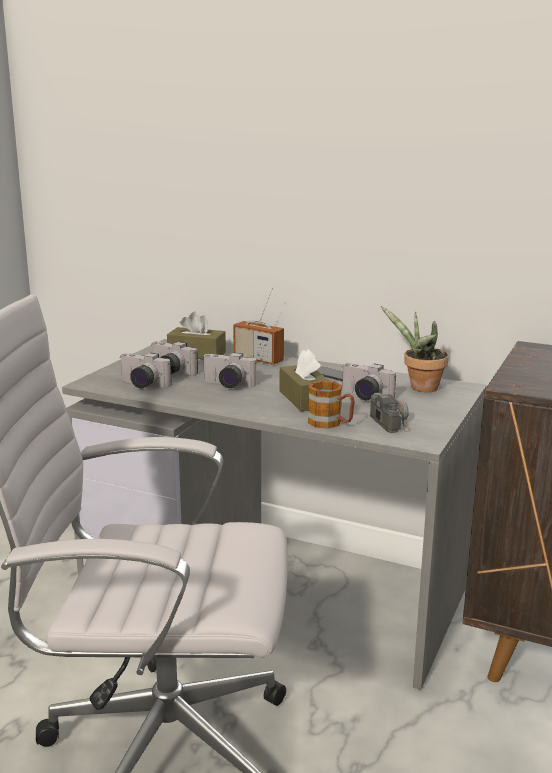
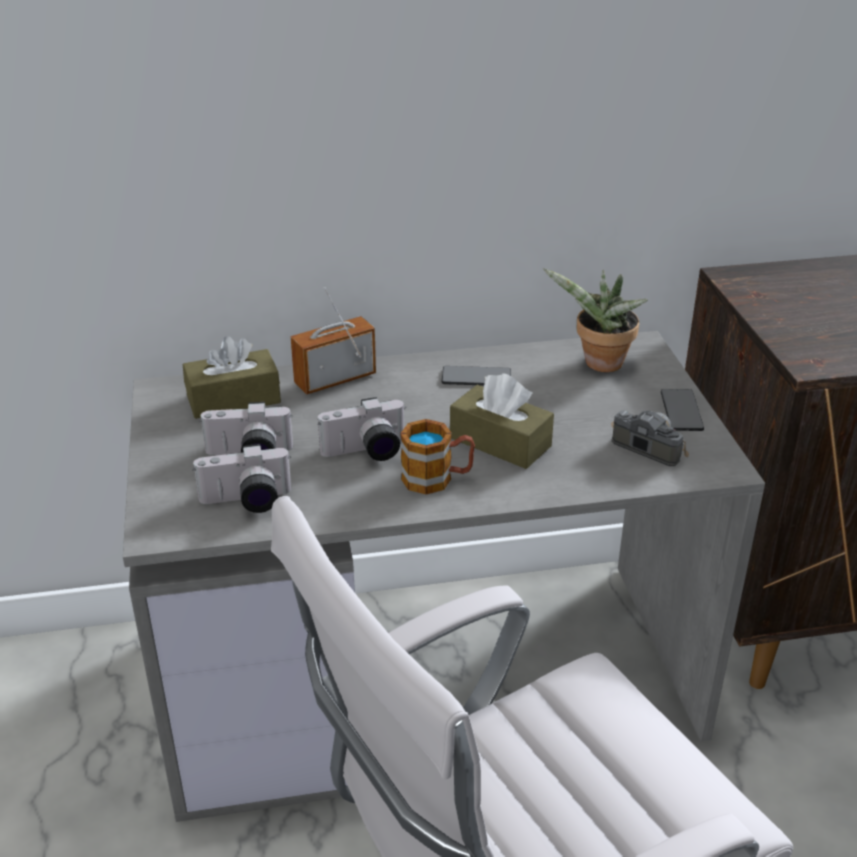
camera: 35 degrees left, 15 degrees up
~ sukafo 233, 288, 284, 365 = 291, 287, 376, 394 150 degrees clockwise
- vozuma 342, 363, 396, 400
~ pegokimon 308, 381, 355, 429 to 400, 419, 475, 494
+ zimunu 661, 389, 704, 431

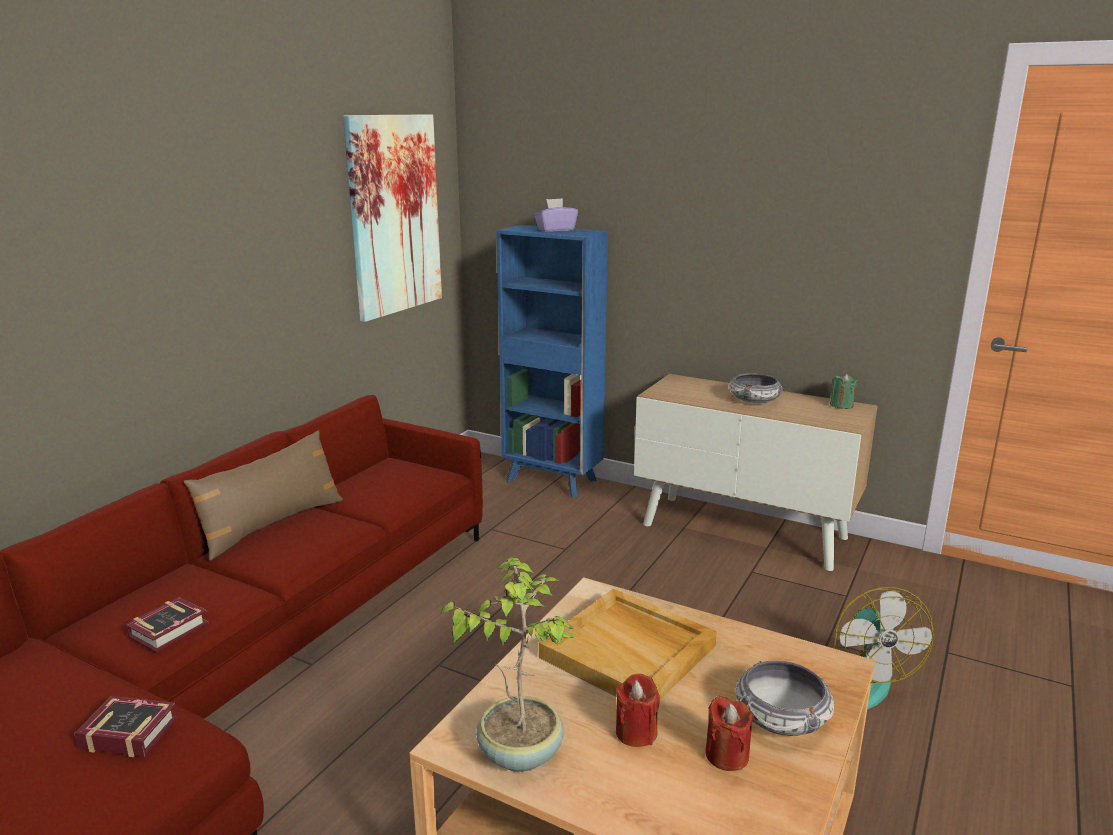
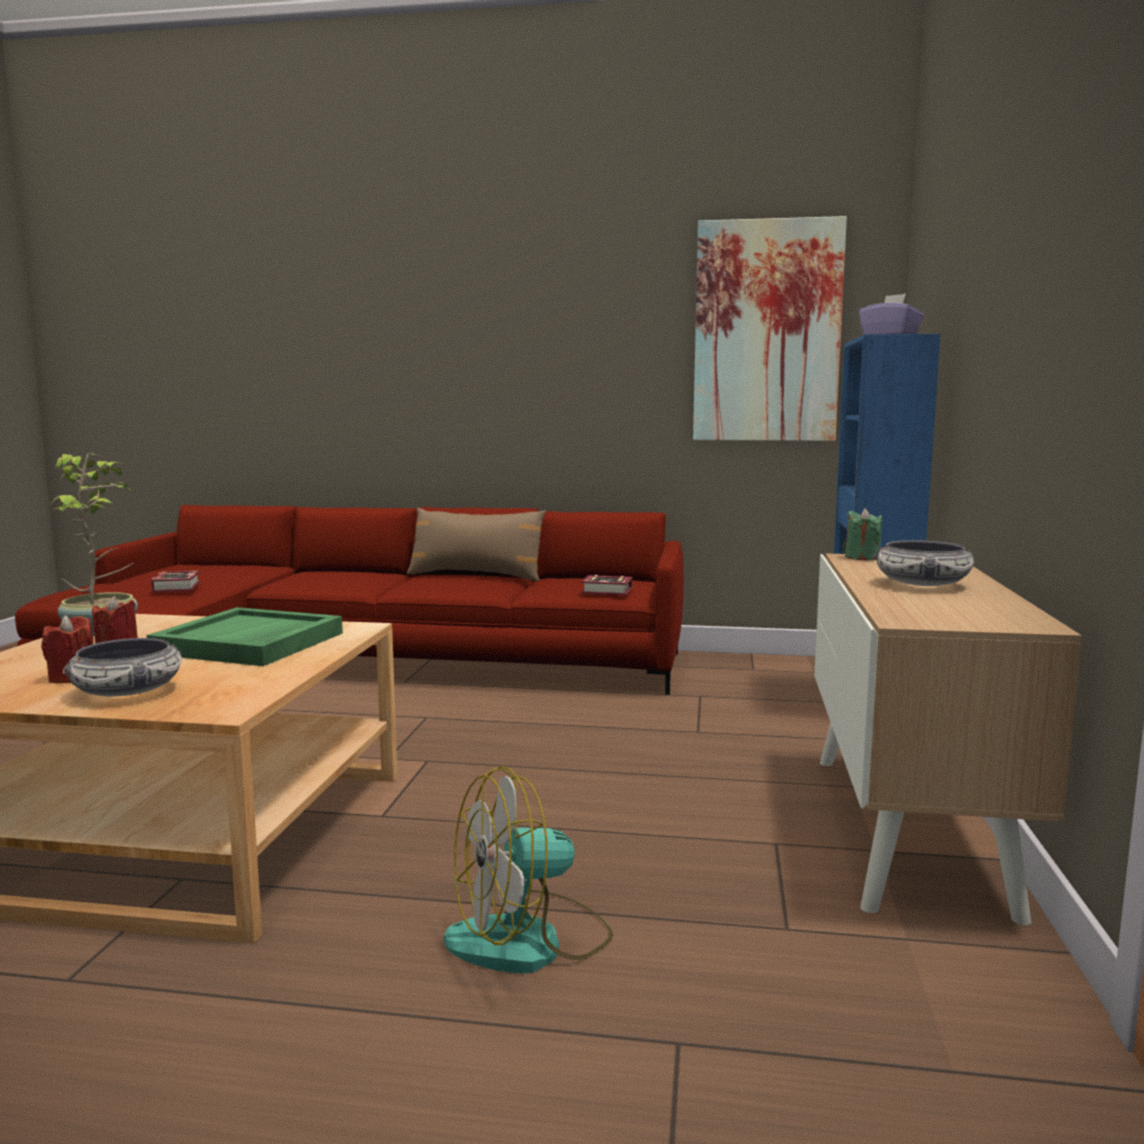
camera: 70 degrees right, 10 degrees down
~ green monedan 830, 374, 857, 409 to 845, 508, 882, 561
~ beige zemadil 539, 589, 717, 699 to green zemadil 146, 607, 343, 666
~ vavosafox 126, 597, 209, 652 to 581, 575, 632, 595

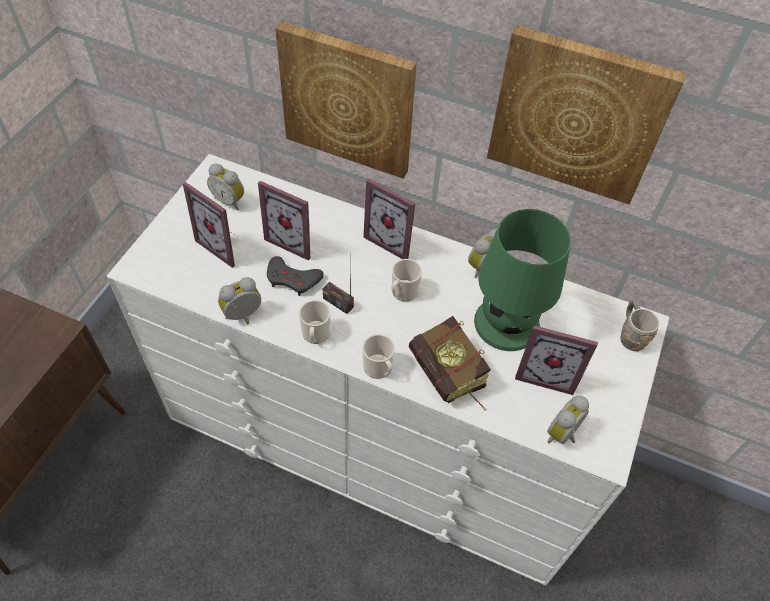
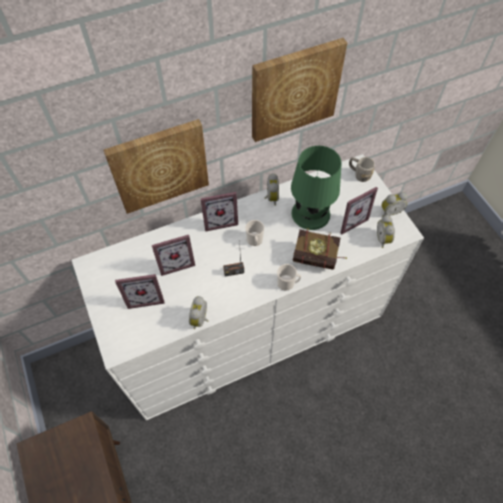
camera: 45 degrees left, 5 degrees up
~ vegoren 207, 164, 244, 211 to 382, 192, 408, 217
- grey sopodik 267, 256, 324, 296
- pegokimon 299, 300, 330, 344

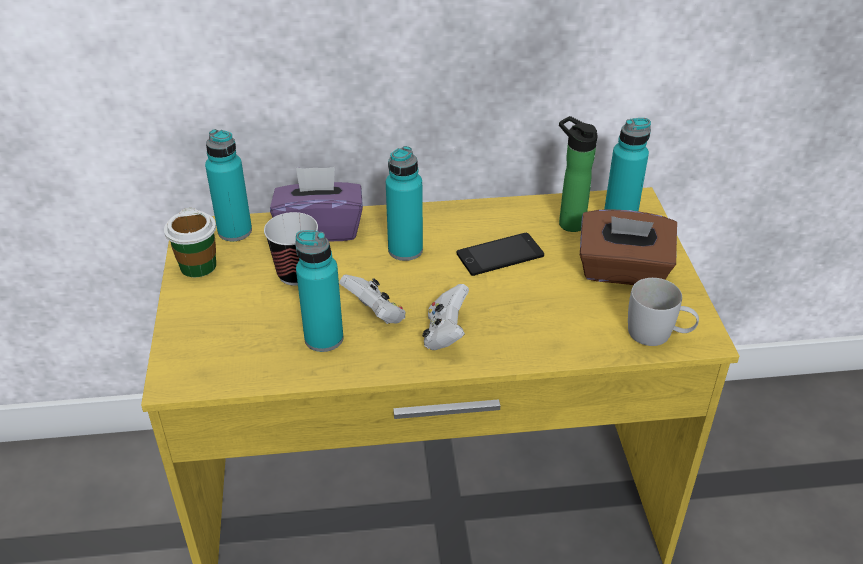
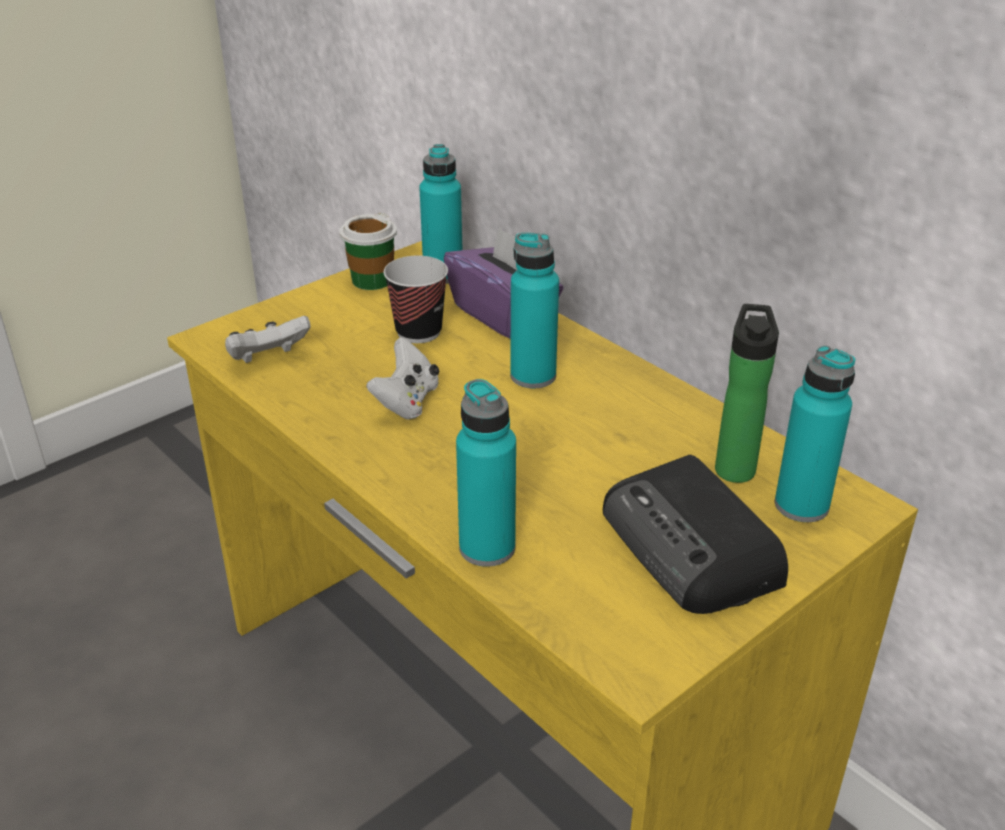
camera: 55 degrees right, 5 degrees down
~ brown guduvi 580, 210, 677, 285 to sukafo 603, 455, 788, 614
~ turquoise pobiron 295, 230, 343, 352 to 456, 379, 516, 567
- zimunu 457, 233, 544, 276
- white pegokimon 628, 278, 699, 346
~ white sopodik 423, 284, 469, 350 to 225, 316, 311, 363

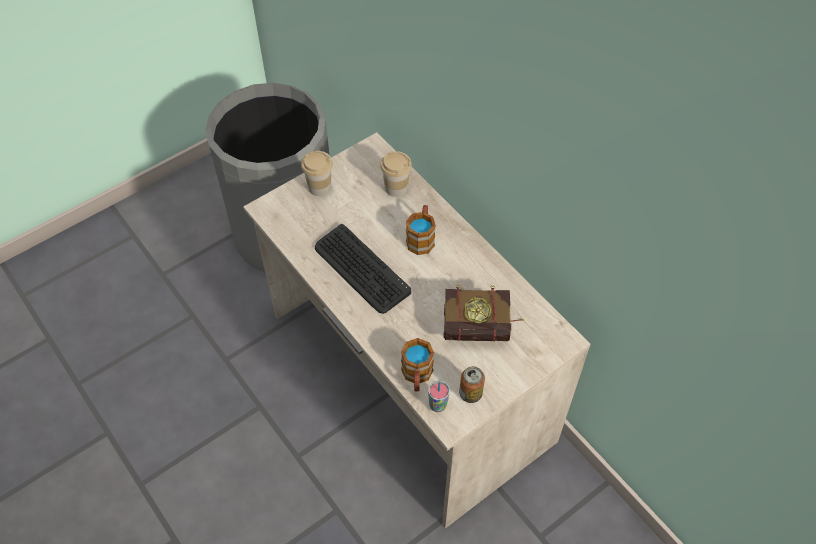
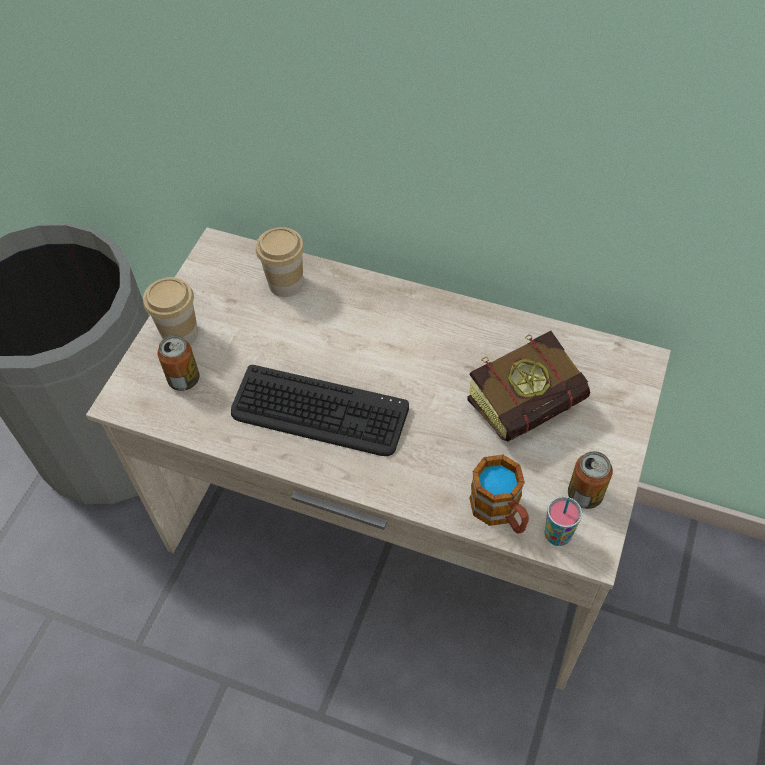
camera: 30 degrees left, 0 degrees up
- pegokimon 406, 205, 436, 255
+ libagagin 157, 335, 200, 391

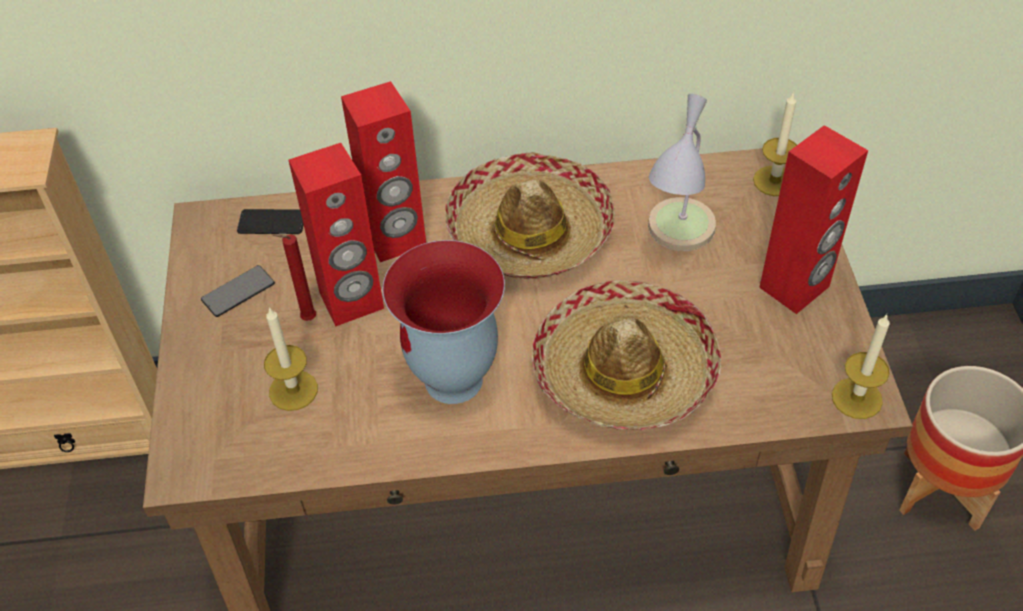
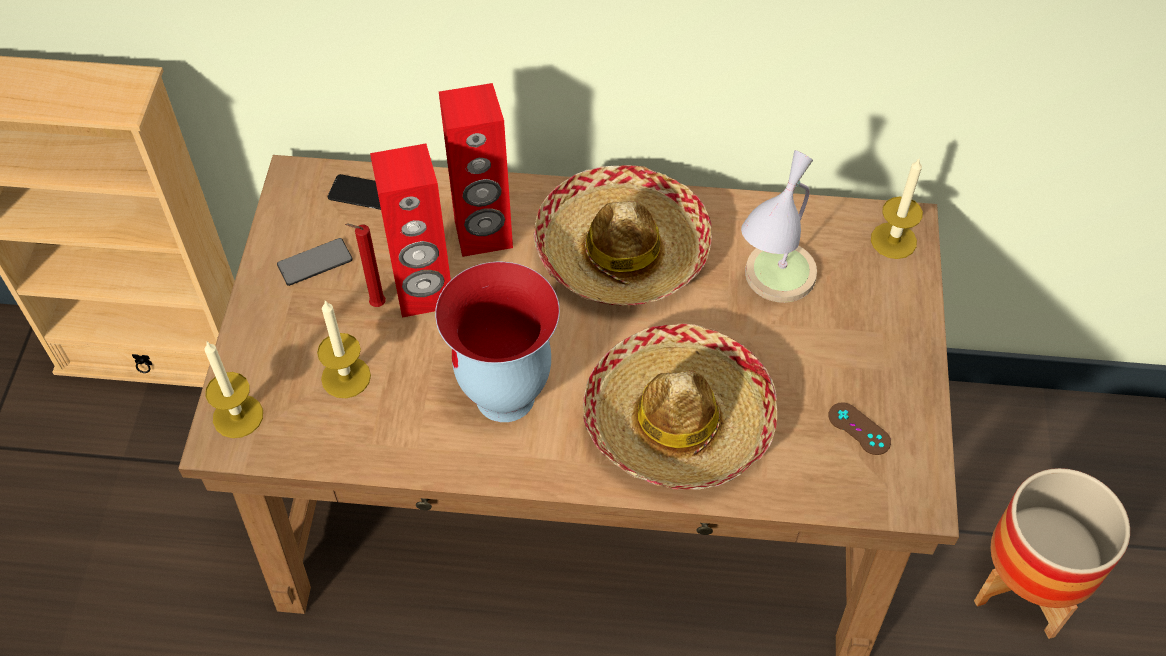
camera: 10 degrees right, 5 degrees up
- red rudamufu 759, 125, 868, 314
~ monedan 832, 314, 890, 419 to 204, 341, 263, 438
+ brown sopodik 828, 402, 891, 455

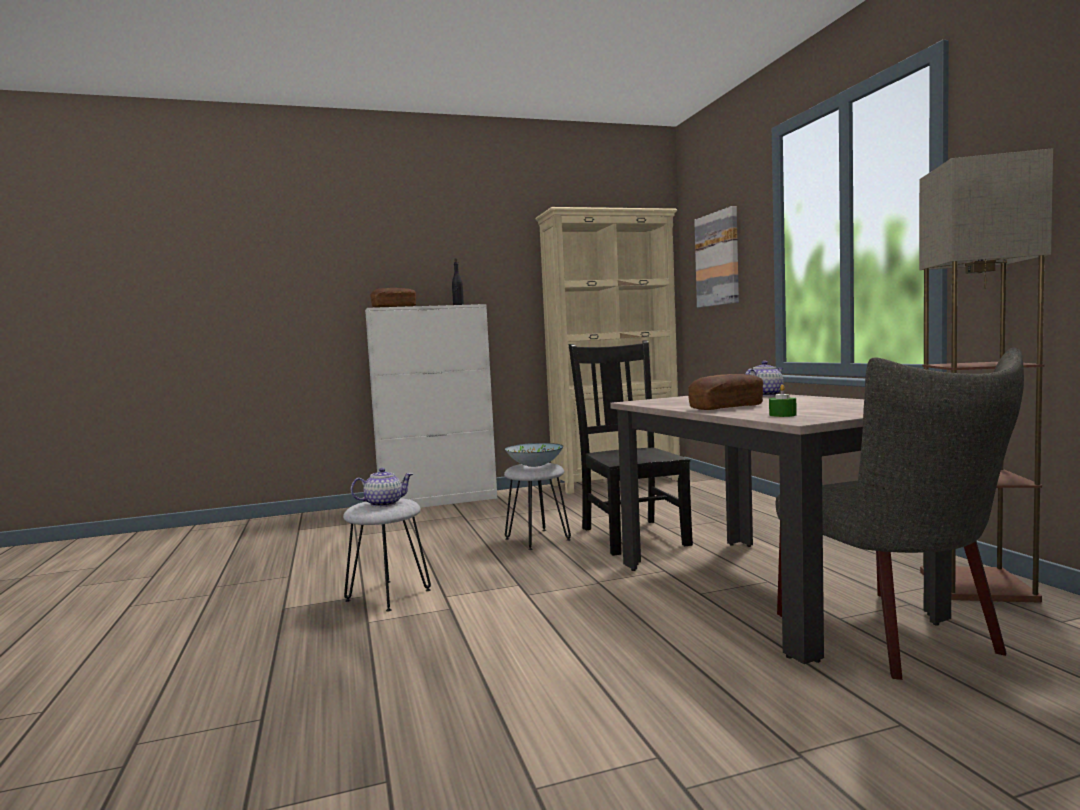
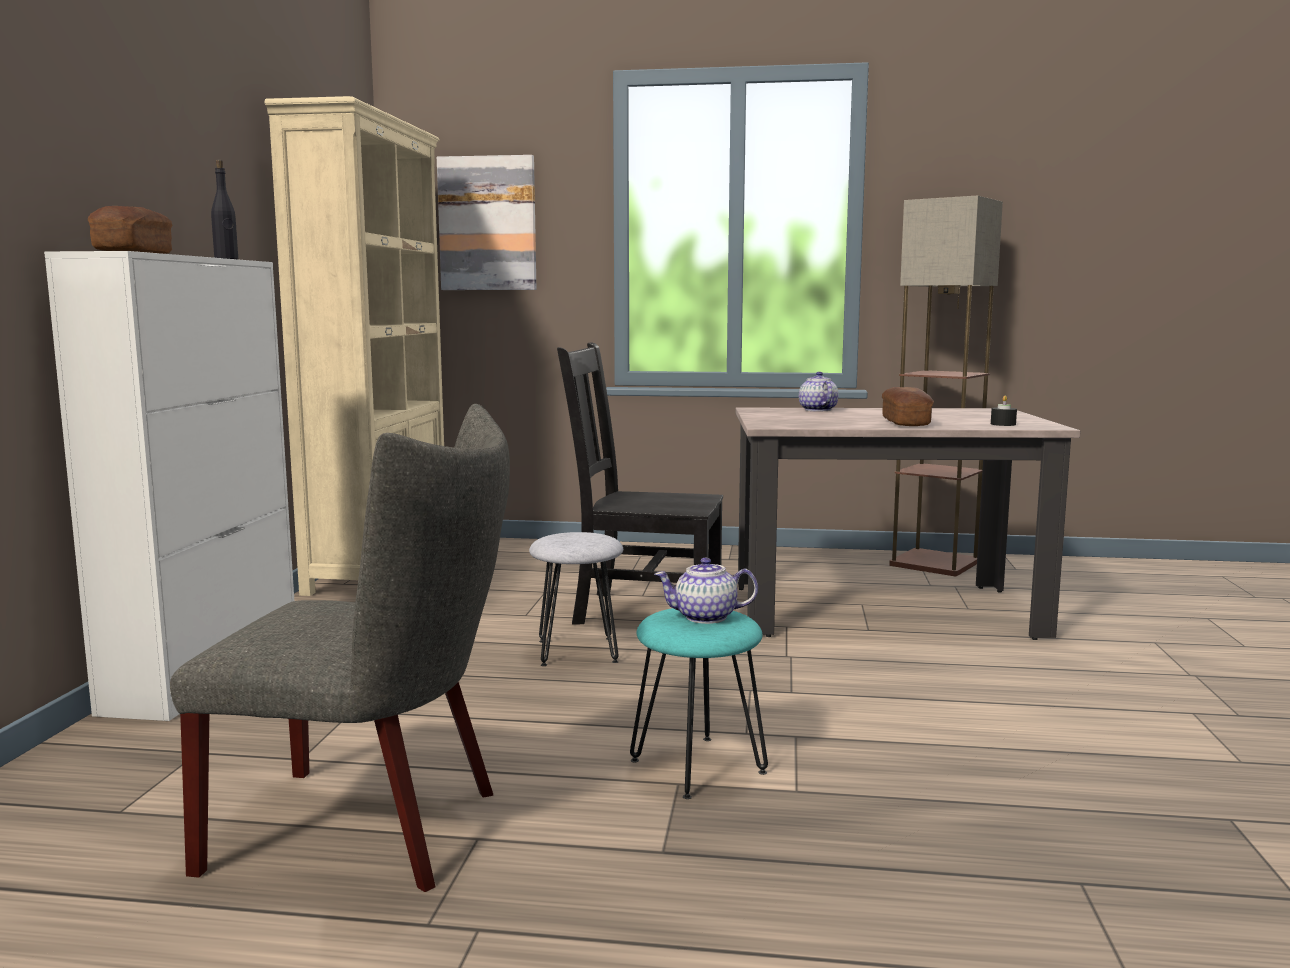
camera: 65 degrees left, 5 degrees up
~ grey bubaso 776, 348, 1024, 680 to 170, 404, 510, 892
~ green monedan 769, 385, 797, 417 to black monedan 991, 396, 1017, 426
- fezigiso 505, 443, 564, 467
~ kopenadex 351, 468, 413, 507 = 654, 558, 758, 624 90 degrees counterclockwise
~ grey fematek 343, 498, 431, 611 to turquoise fematek 630, 608, 768, 799

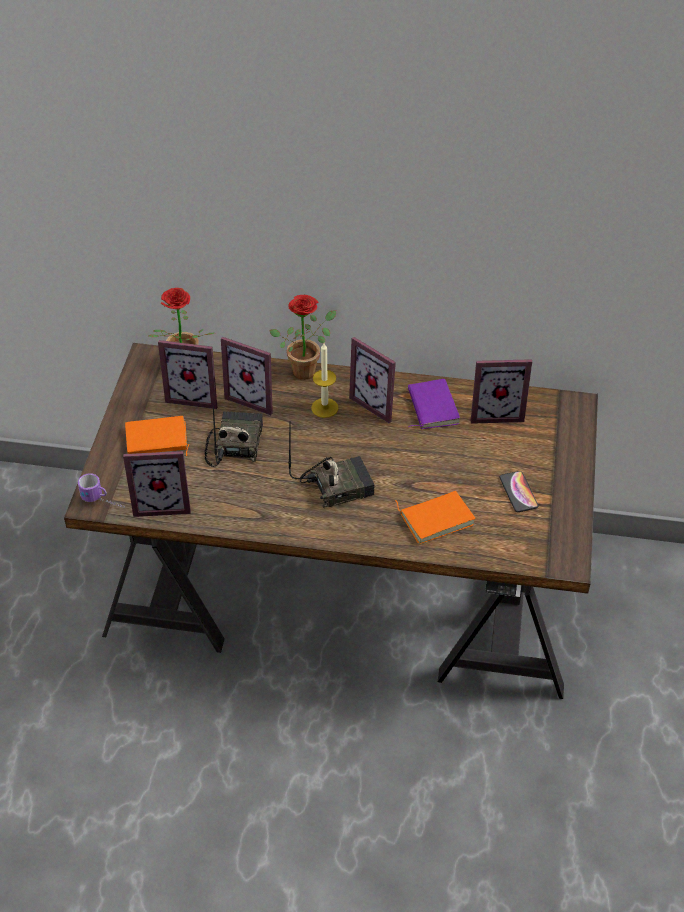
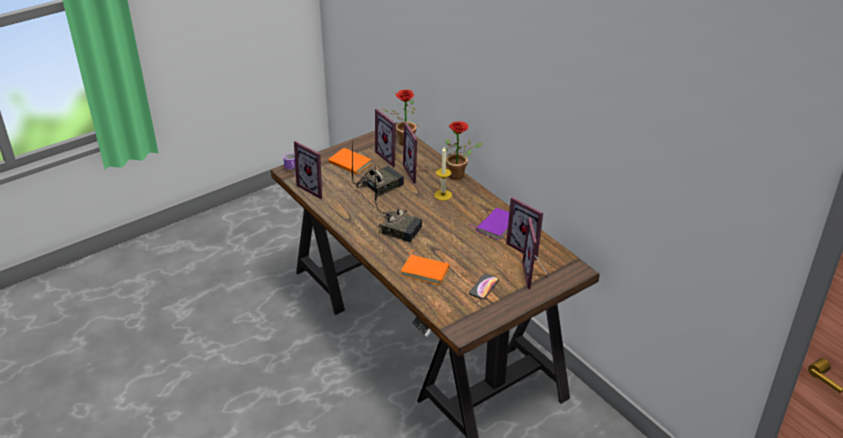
camera: 45 degrees right, 10 degrees down
~ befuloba 349, 337, 396, 423 to 522, 218, 548, 289

